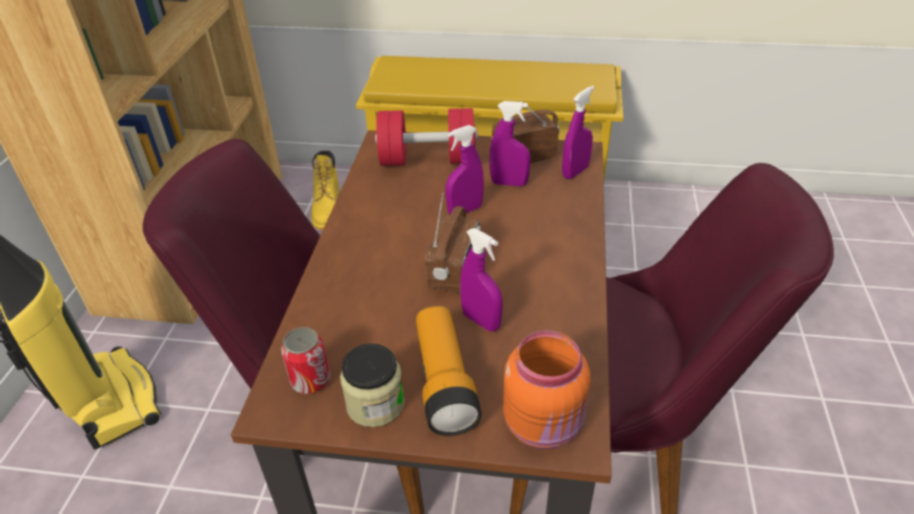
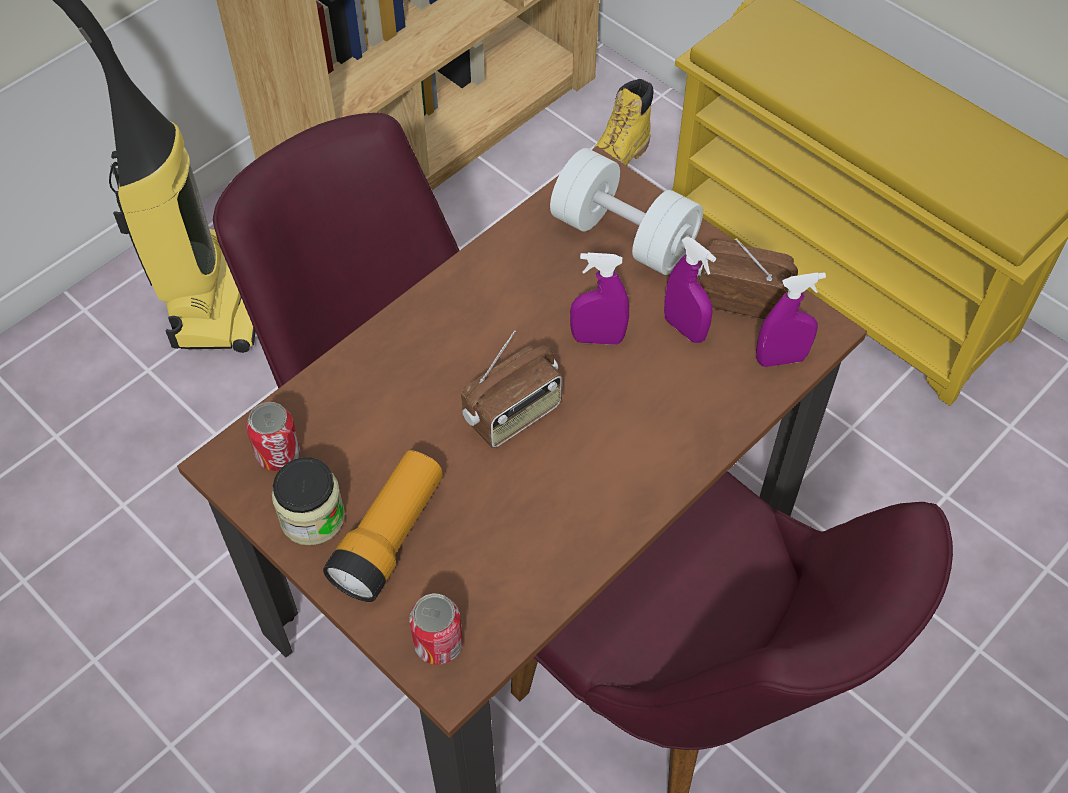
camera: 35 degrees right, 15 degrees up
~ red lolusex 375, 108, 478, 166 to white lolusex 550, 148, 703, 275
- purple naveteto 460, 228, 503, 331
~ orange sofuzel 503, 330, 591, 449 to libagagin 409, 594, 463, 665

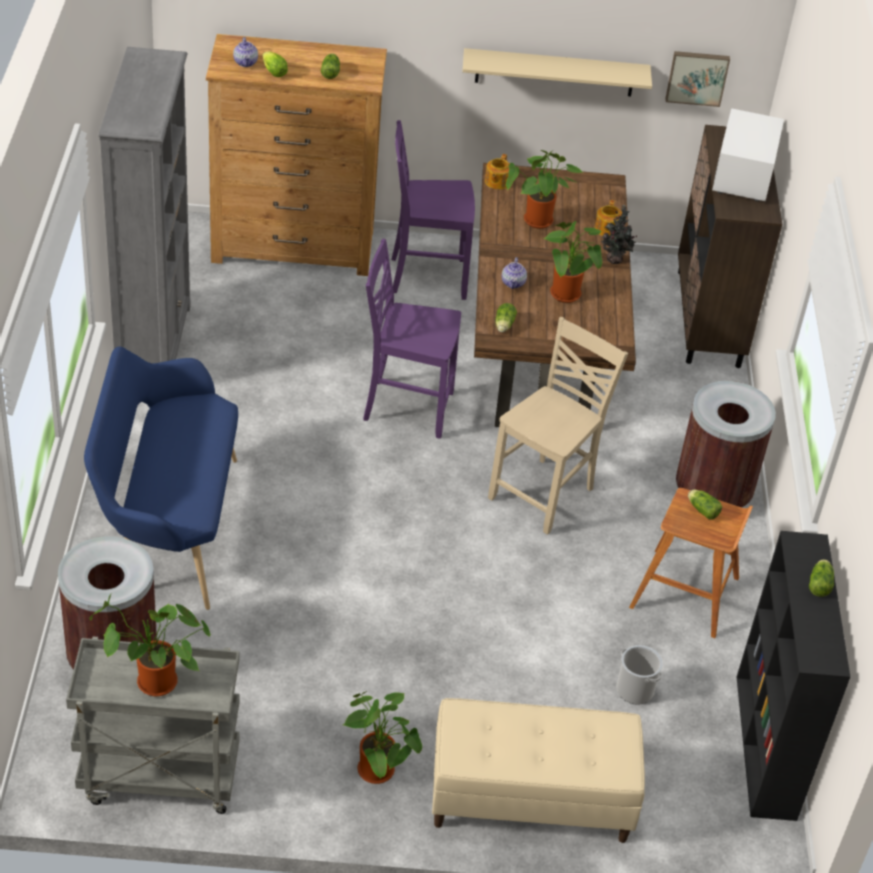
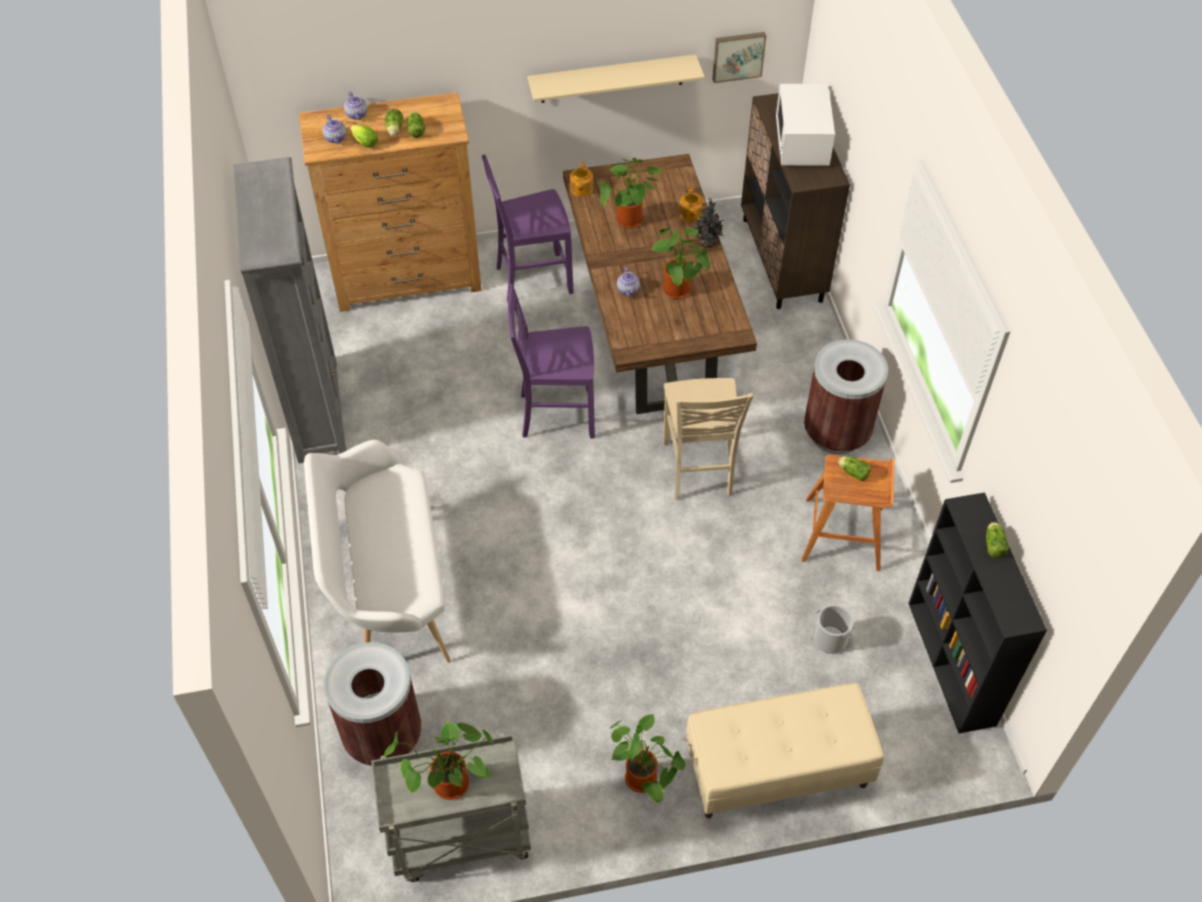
camera: 10 degrees left, 10 degrees up
~ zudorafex 495, 303, 517, 332 to 385, 109, 403, 136
~ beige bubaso 488, 317, 628, 535 = 663, 378, 753, 500 150 degrees clockwise
~ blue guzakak 84, 347, 238, 610 to white guzakak 304, 440, 451, 663
+ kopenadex 344, 92, 367, 120

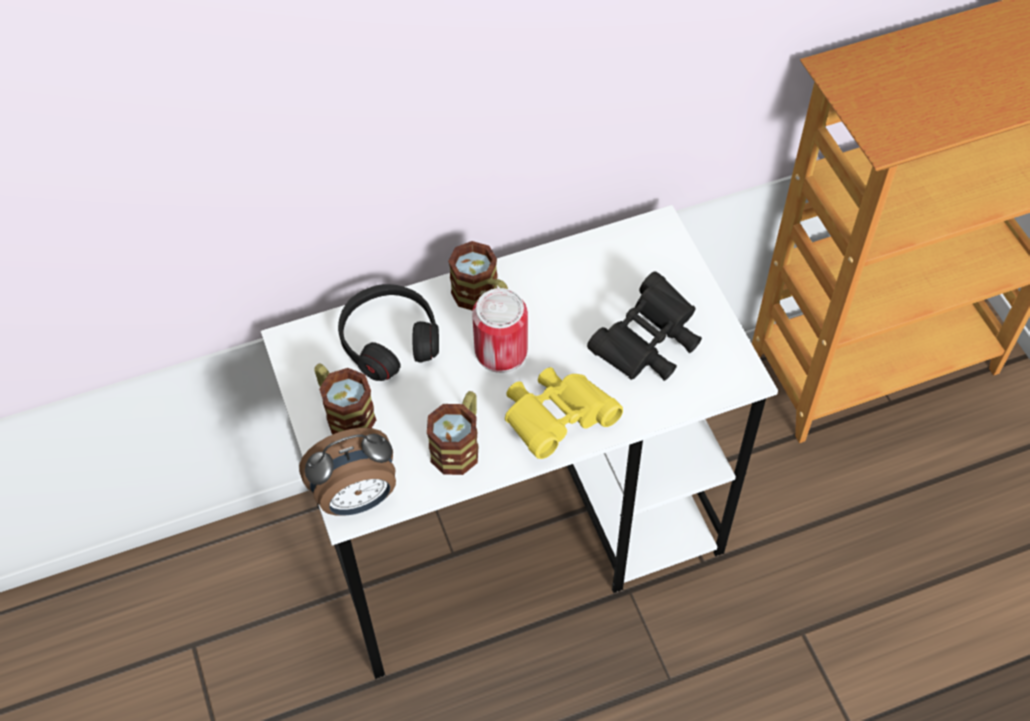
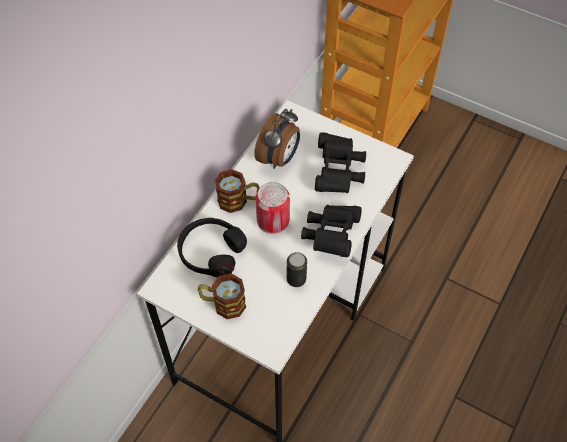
camera: 40 degrees left, 0 degrees up
~ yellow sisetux 505, 367, 623, 459 to black sisetux 301, 205, 362, 257
~ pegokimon 427, 391, 478, 475 to libagagin 287, 252, 307, 287
~ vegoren 299, 428, 396, 515 to 254, 109, 300, 169

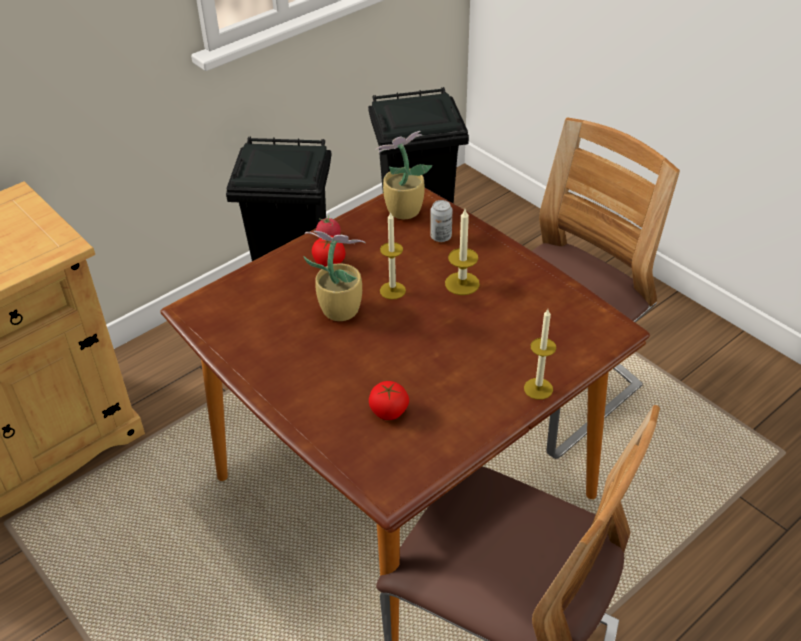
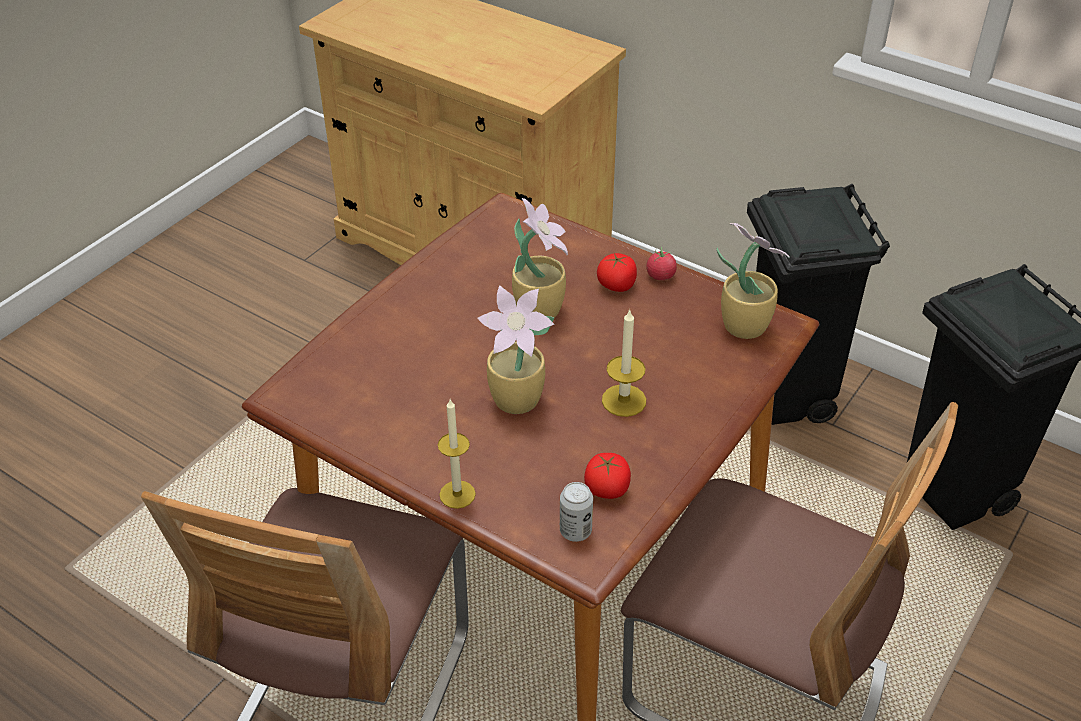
camera: 75 degrees right, 0 degrees up
~ libagagin 430, 200, 452, 242 to 560, 482, 593, 542
- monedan 380, 212, 406, 300
~ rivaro 369, 381, 409, 420 to 584, 453, 631, 499
+ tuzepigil 477, 285, 555, 414

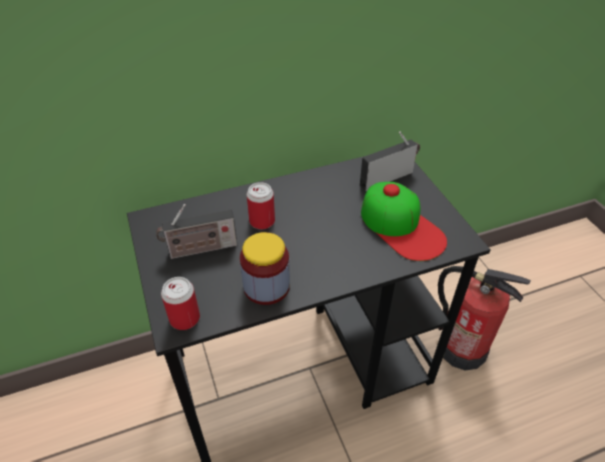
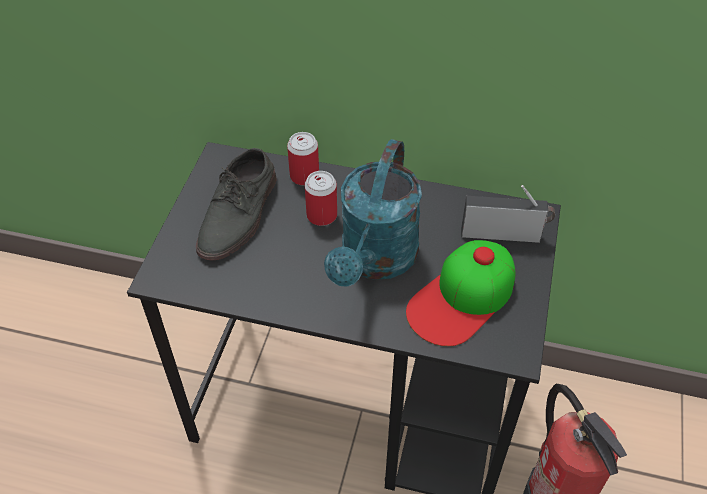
camera: 35 degrees right, 5 degrees up
~ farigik 361, 182, 447, 261 = 406, 240, 516, 346 45 degrees clockwise
~ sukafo 156, 204, 237, 259 to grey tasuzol 196, 148, 276, 261
- sofuzel 240, 232, 290, 305
~ libagagin 161, 277, 200, 330 to 287, 132, 319, 186
+ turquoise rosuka 324, 139, 422, 286

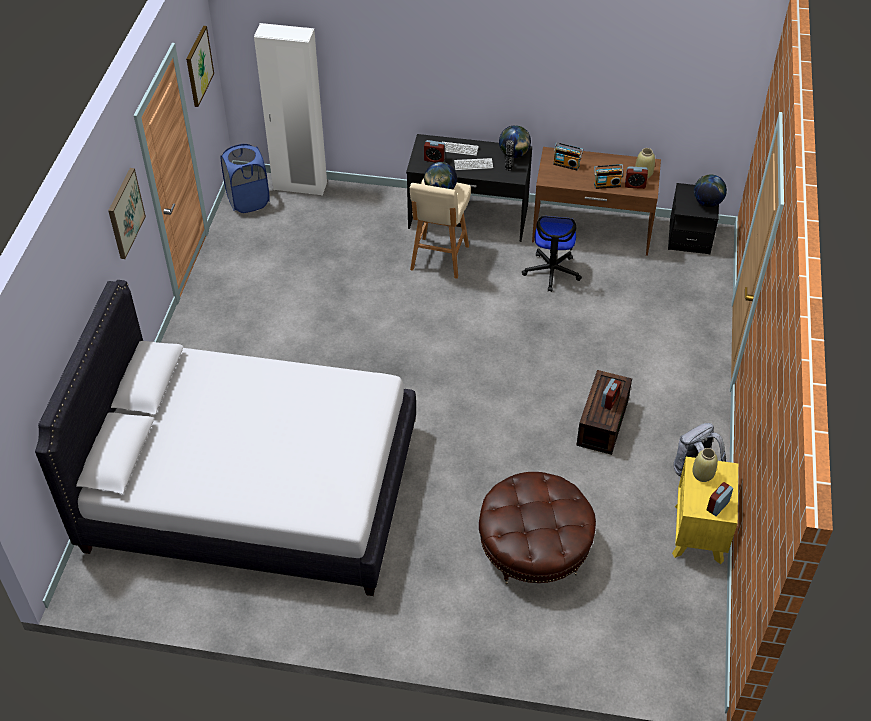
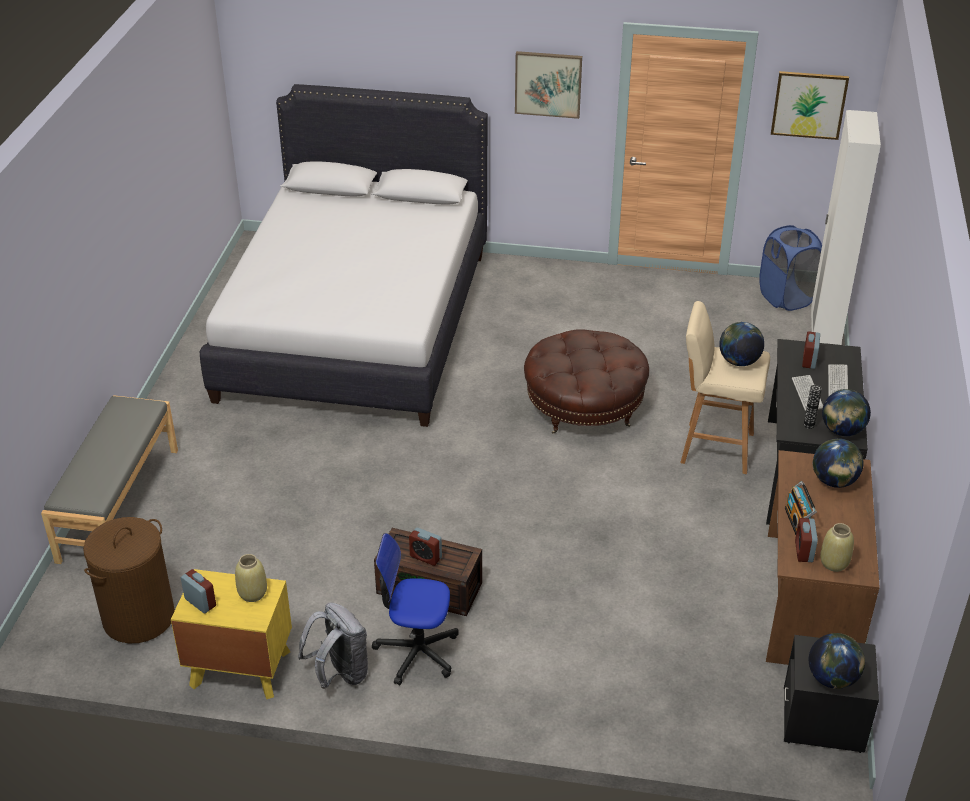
camera: 90 degrees right, 10 degrees down
~ sukafo 553, 142, 583, 171 to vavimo 812, 438, 864, 488
~ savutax 522, 216, 582, 292 to 372, 533, 459, 685
~ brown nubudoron 479, 472, 596, 584 to 524, 329, 649, 434
+ grey guzakak 41, 395, 178, 564
+ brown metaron 83, 517, 175, 643

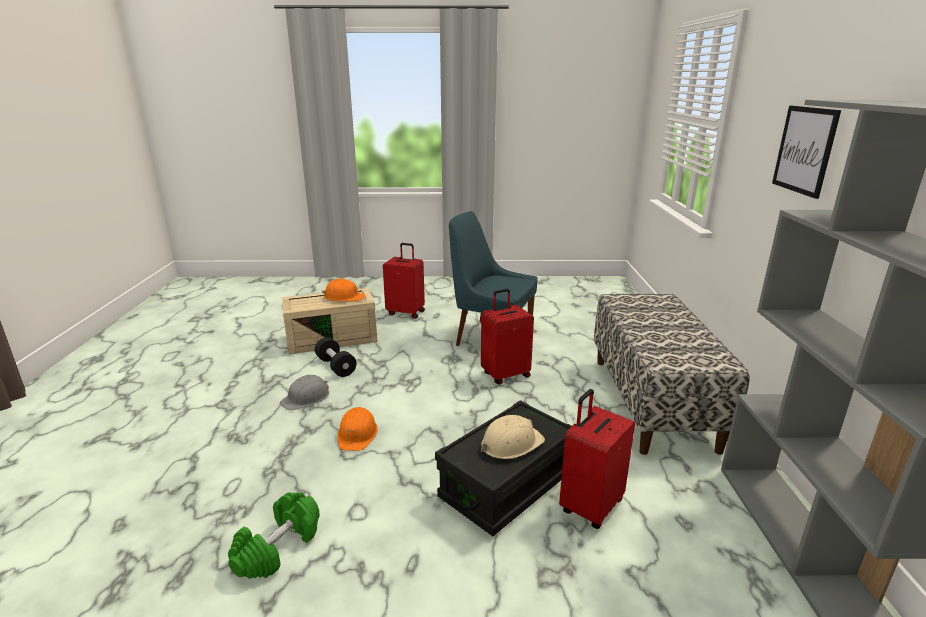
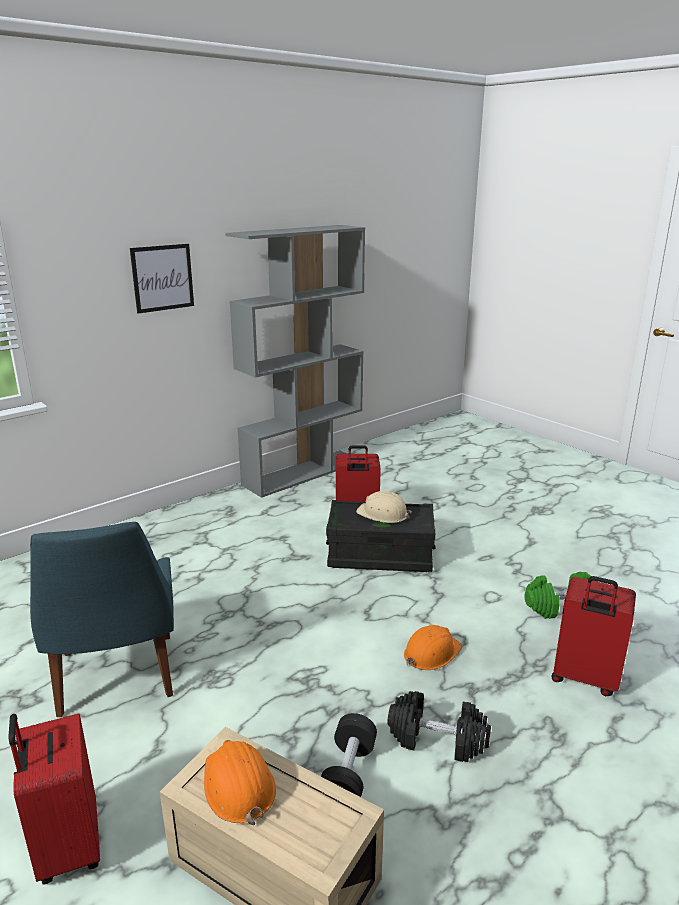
camera: 130 degrees left, 0 degrees up
~ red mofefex 481, 289, 534, 385 to 551, 576, 636, 696
- guzakak 594, 294, 750, 455
~ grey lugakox 280, 375, 329, 410 to black lolusex 387, 691, 491, 762

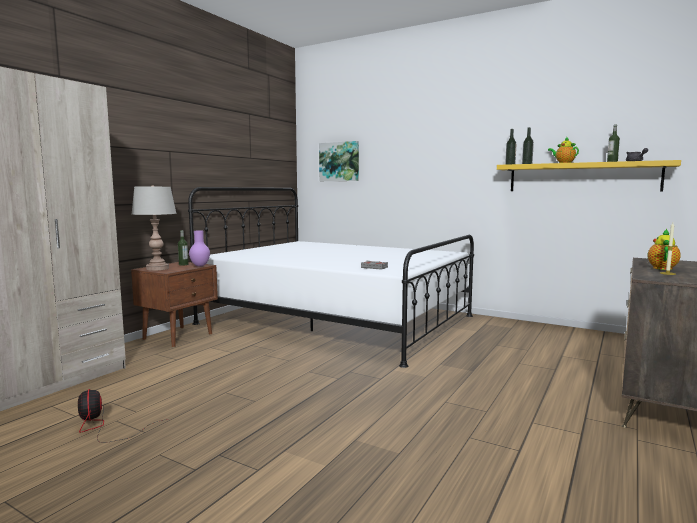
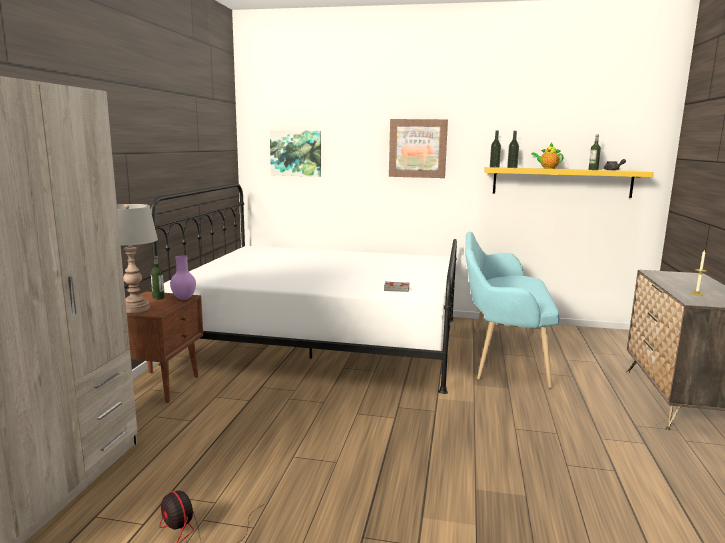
camera: 20 degrees left, 5 degrees up
- kopenadex 647, 229, 681, 270
+ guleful 389, 119, 448, 178
+ turquoise guzakak 465, 232, 560, 389

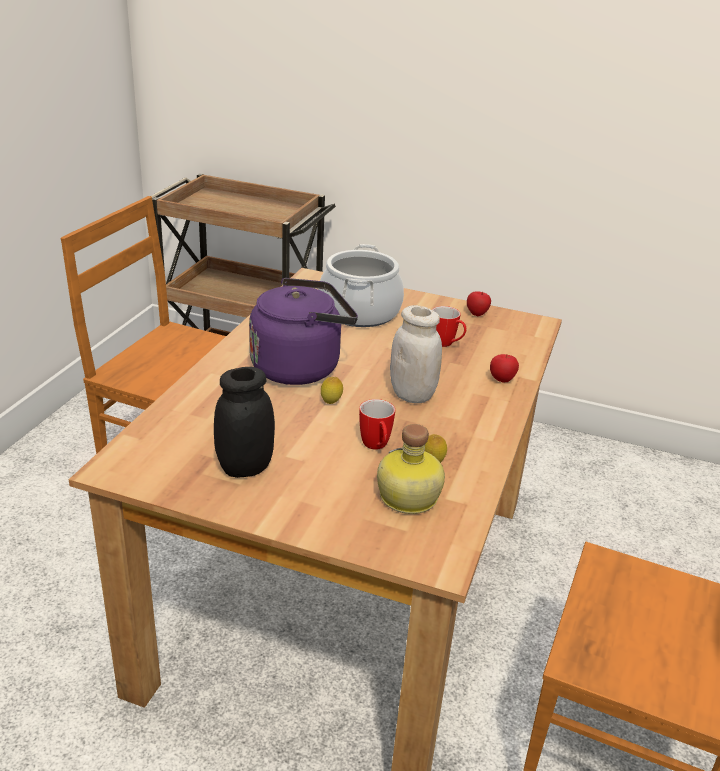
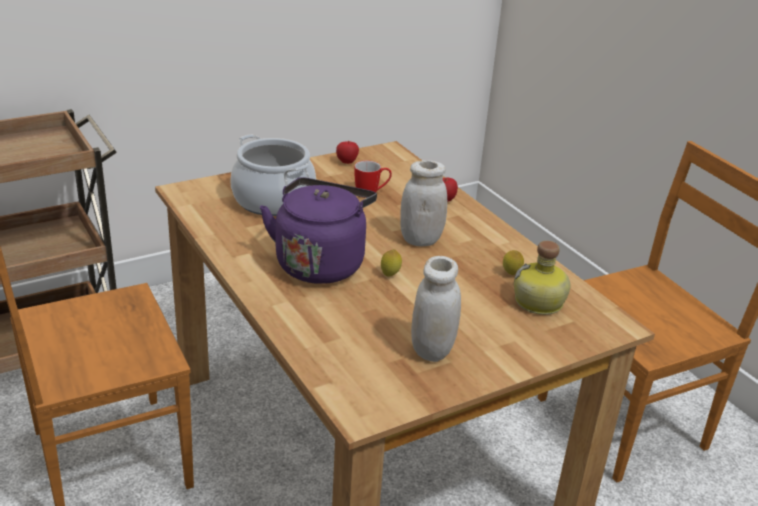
camera: 50 degrees left, 0 degrees up
~ black sofuzel 214, 367, 275, 478 to white sofuzel 411, 256, 461, 362
- pegokimon 359, 399, 395, 450

